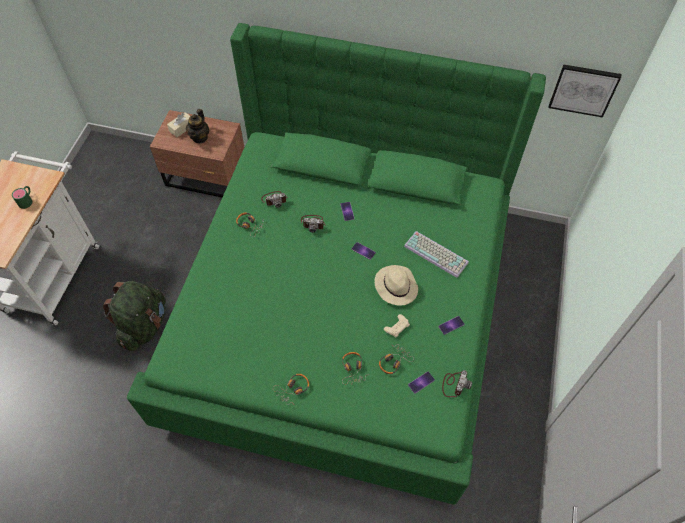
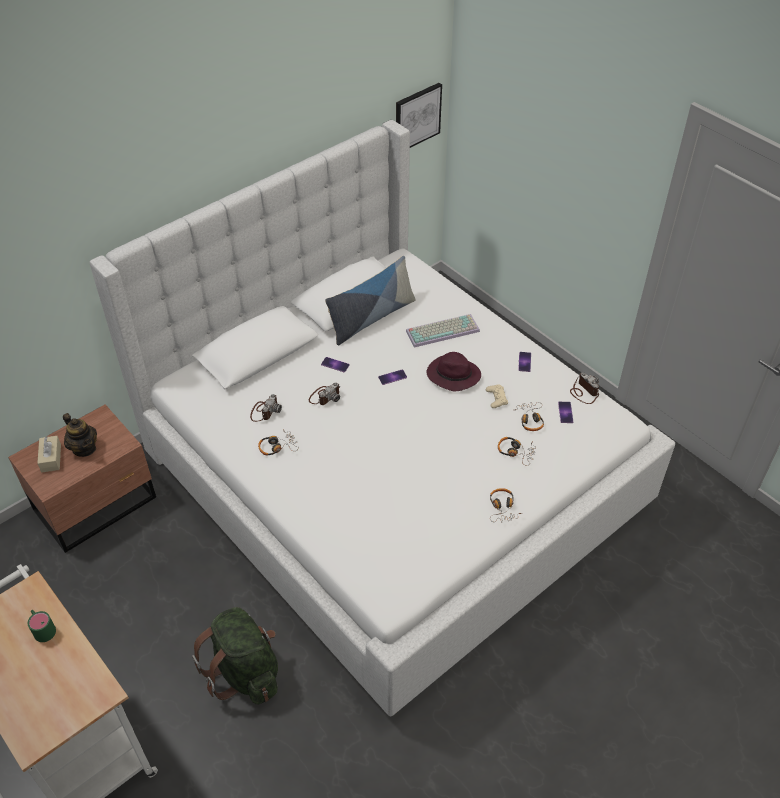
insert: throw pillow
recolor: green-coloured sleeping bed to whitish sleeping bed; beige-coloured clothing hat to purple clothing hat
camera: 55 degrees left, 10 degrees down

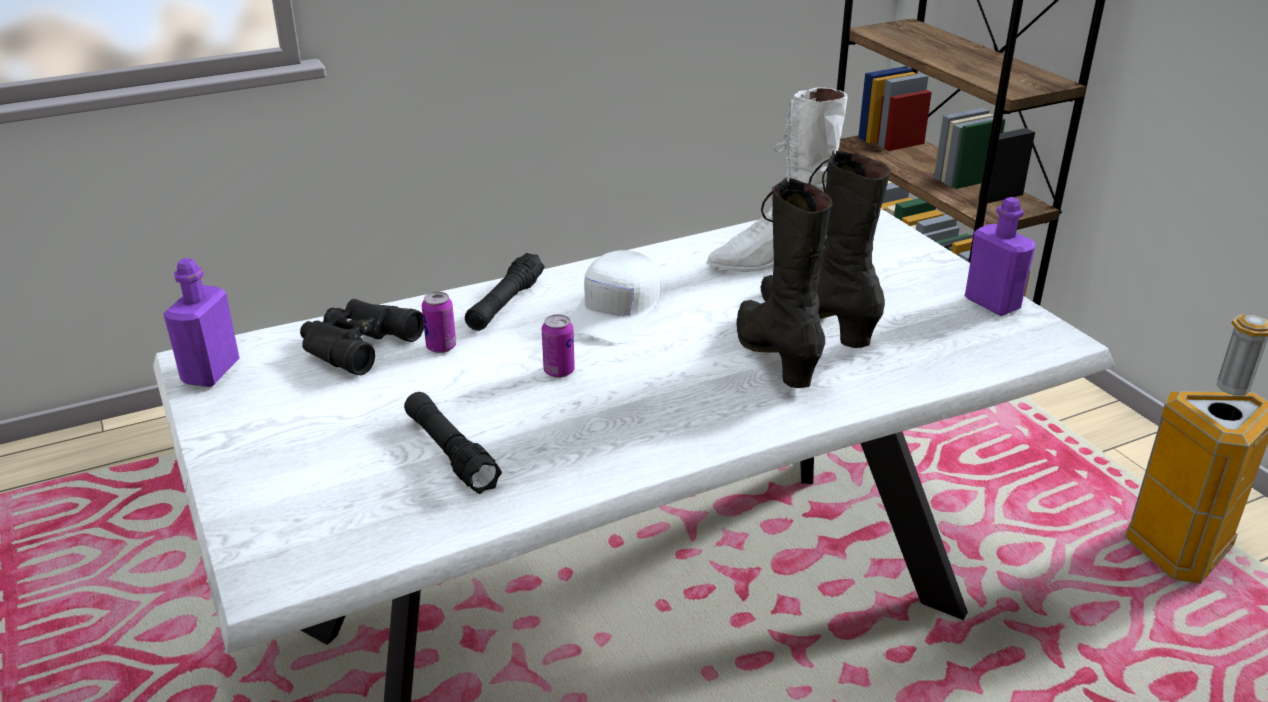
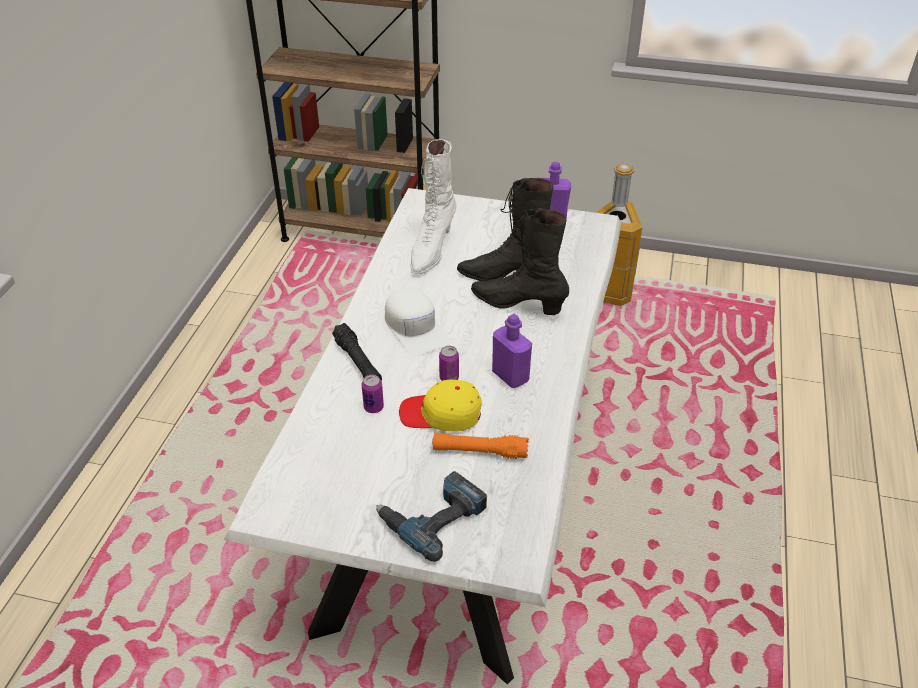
delete: black-coloured binoculars
insert: electric drill; yellow-coloured peaked cap
move: purple drink bottle (1st from left)
recolor: black-coloured flashlight (1st from left) to orangey flashlight
camera: 50 degrees left, 10 degrees up

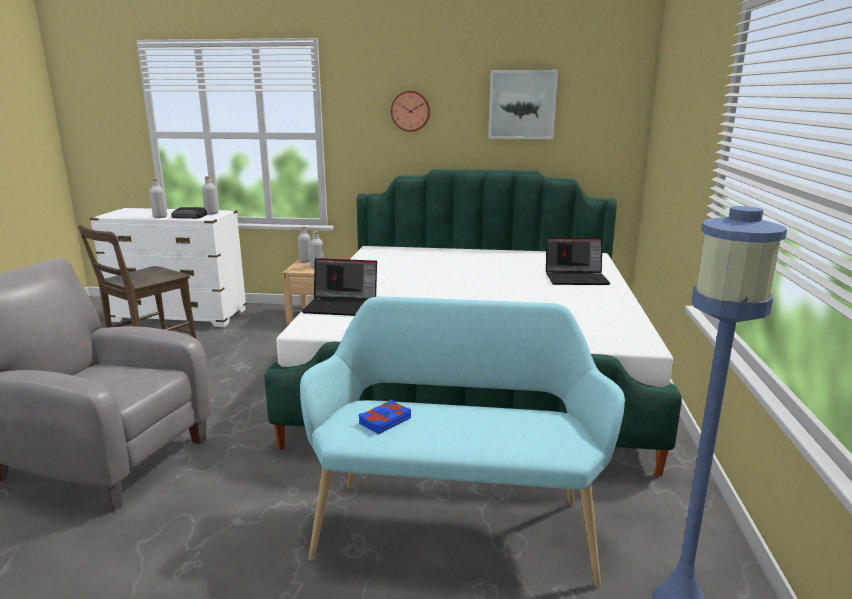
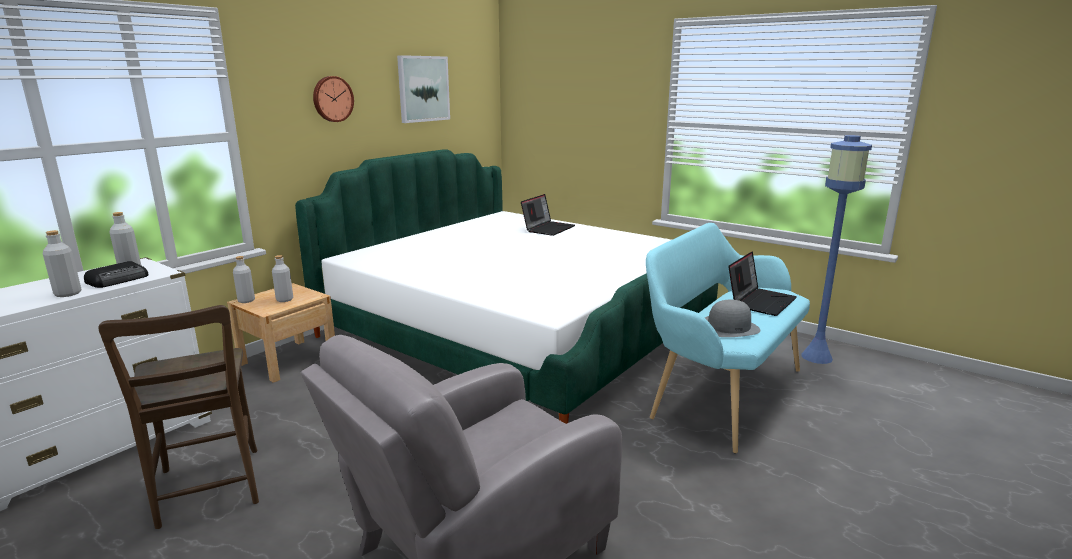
move: notebook computer (1st from left in the first image) to notebook computer (2nd from left)
replace: blue volume to grey clothing hat
camera: 60 degrees left, 0 degrees up

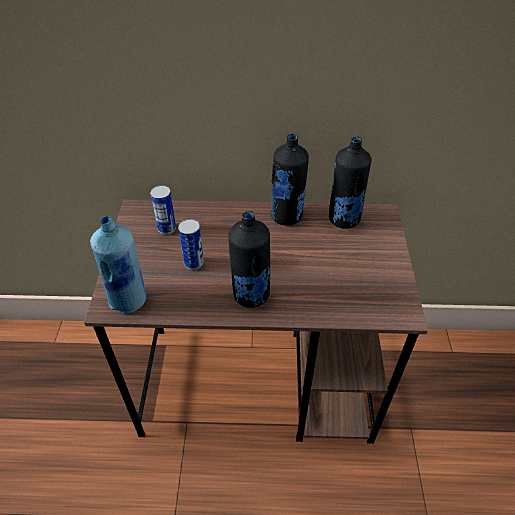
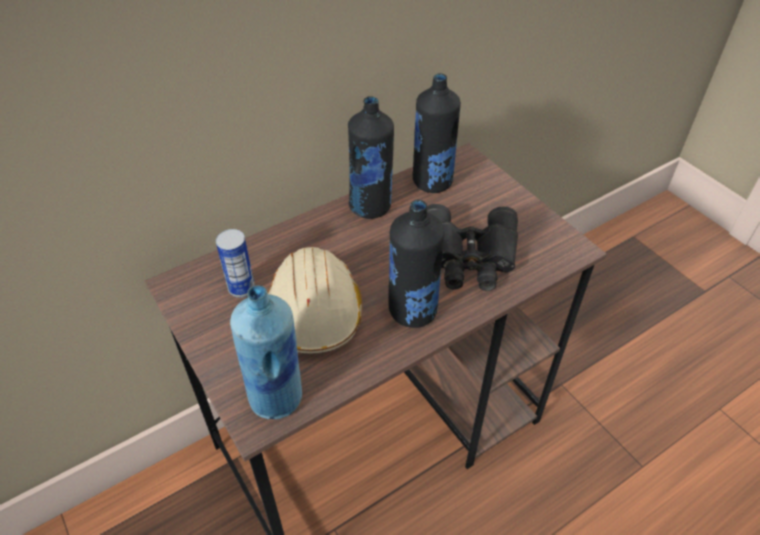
insert: black-coloured binoculars
replace: metal can (2nd from left) to beige-coloured work helmet
camera: 35 degrees left, 0 degrees up

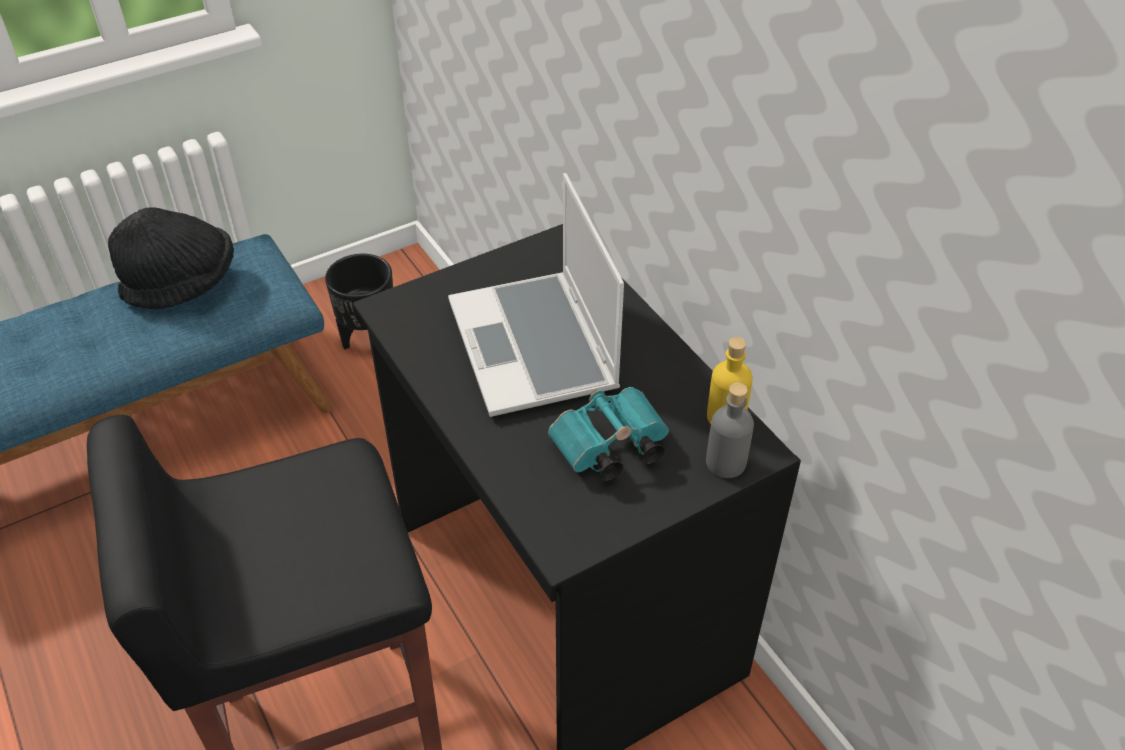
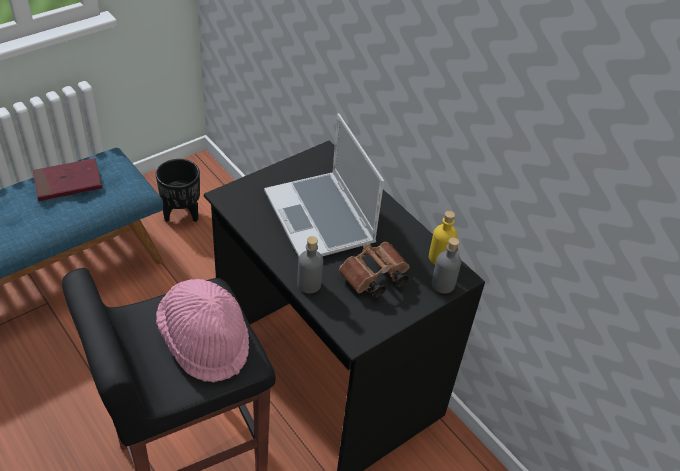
insert: pinkish clothing hat; grey drink bottle (1st from left)
replace: black-coloured clothing hat to red-coloured volume
recolor: blue-green binoculars to brown binoculars
camera: 10 degrees left, 0 degrees up

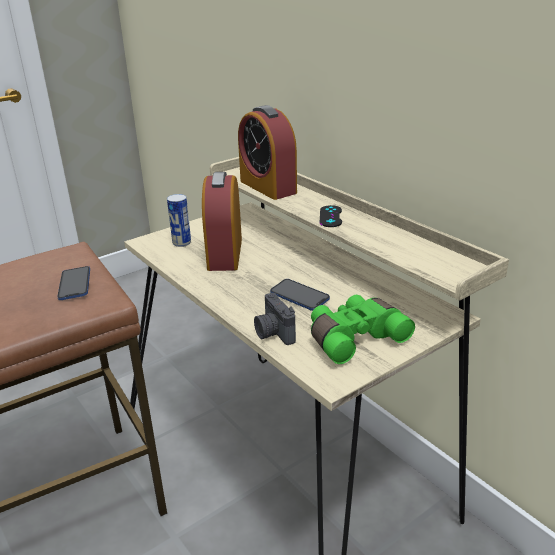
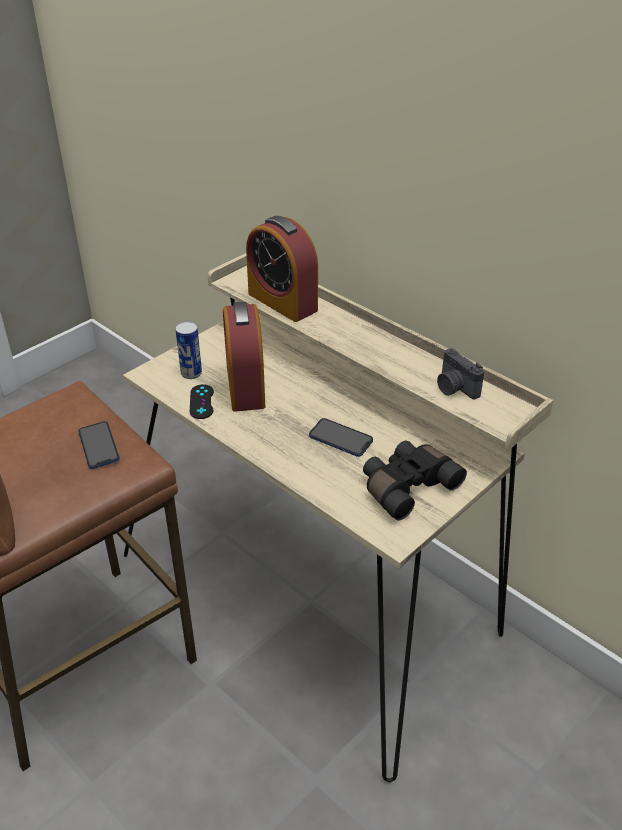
move: black-coloured joypad; still camera
recolor: green-coloured binoculars to black-coloured binoculars
camera: 10 degrees left, 10 degrees up

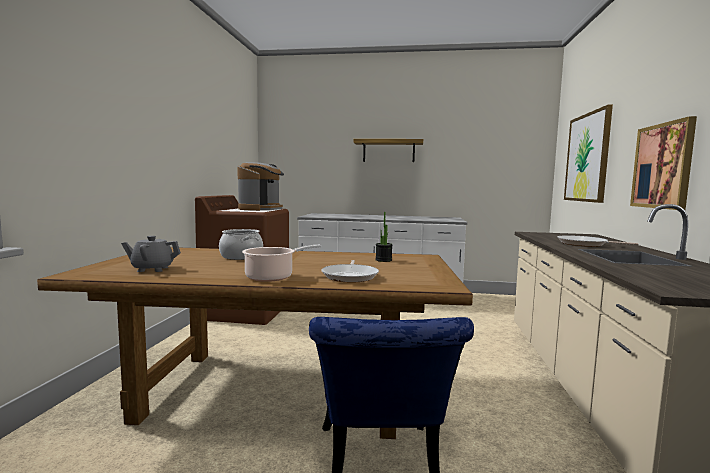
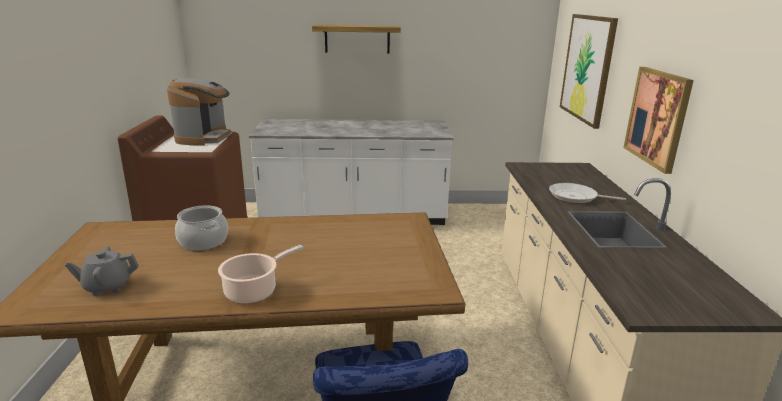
delete: skillet (1st from left); potted plant
camera: 10 degrees left, 15 degrees up

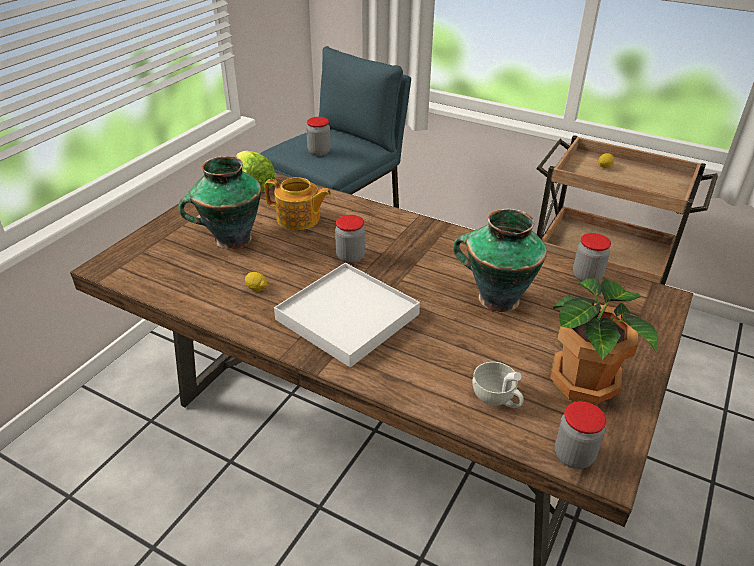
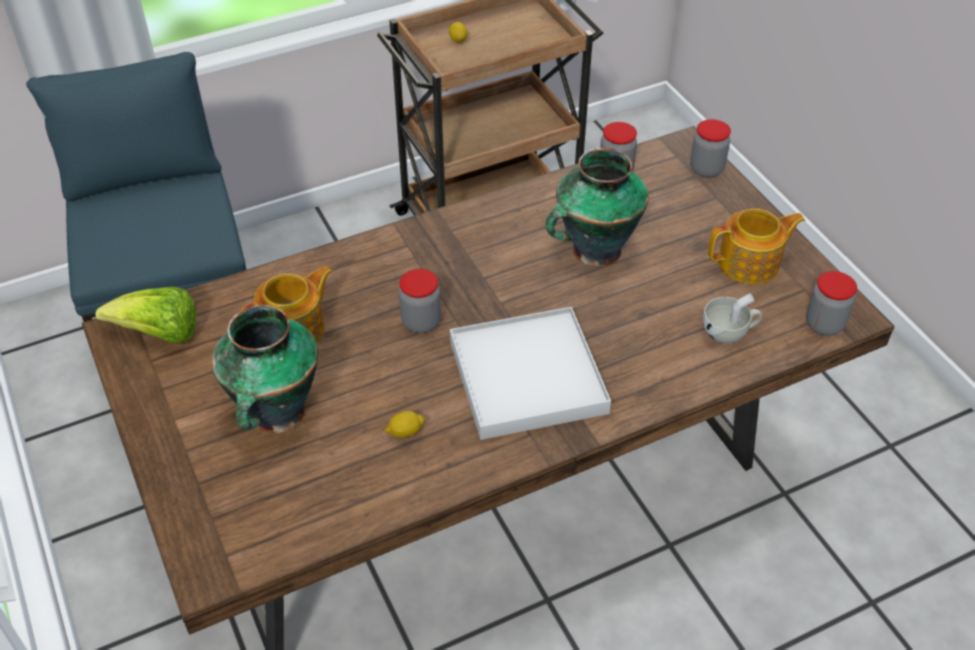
move: storage jar (1st from left in the first image) to storage jar (3rd from left)
replace: potted plant to pot for tea (2nd from left)
camera: 55 degrees left, 10 degrees up

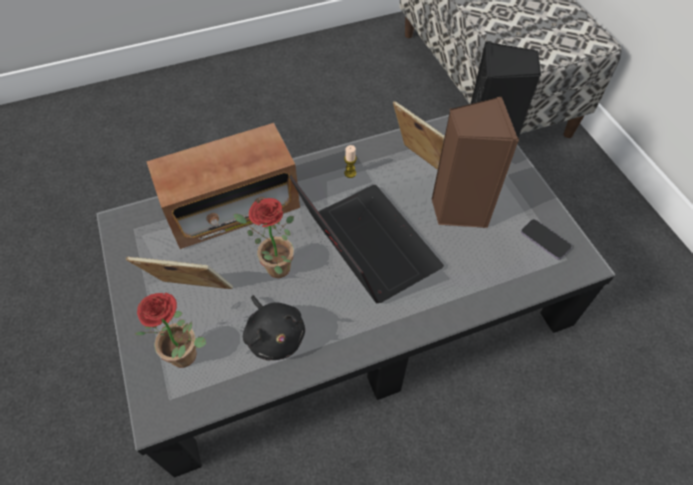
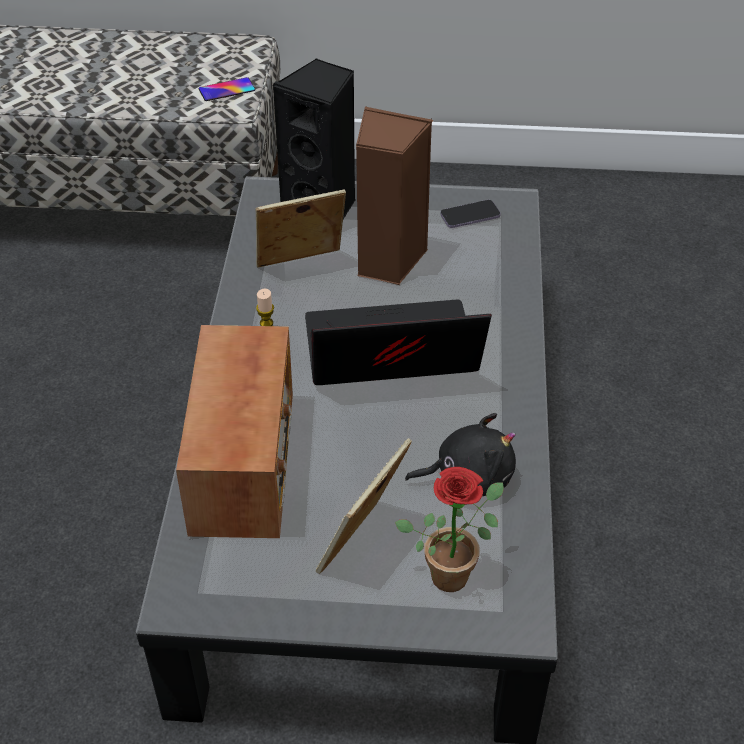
delete: potted plant (2nd from left)
insert: telephone (1st from left)
camera: 65 degrees left, 10 degrees down

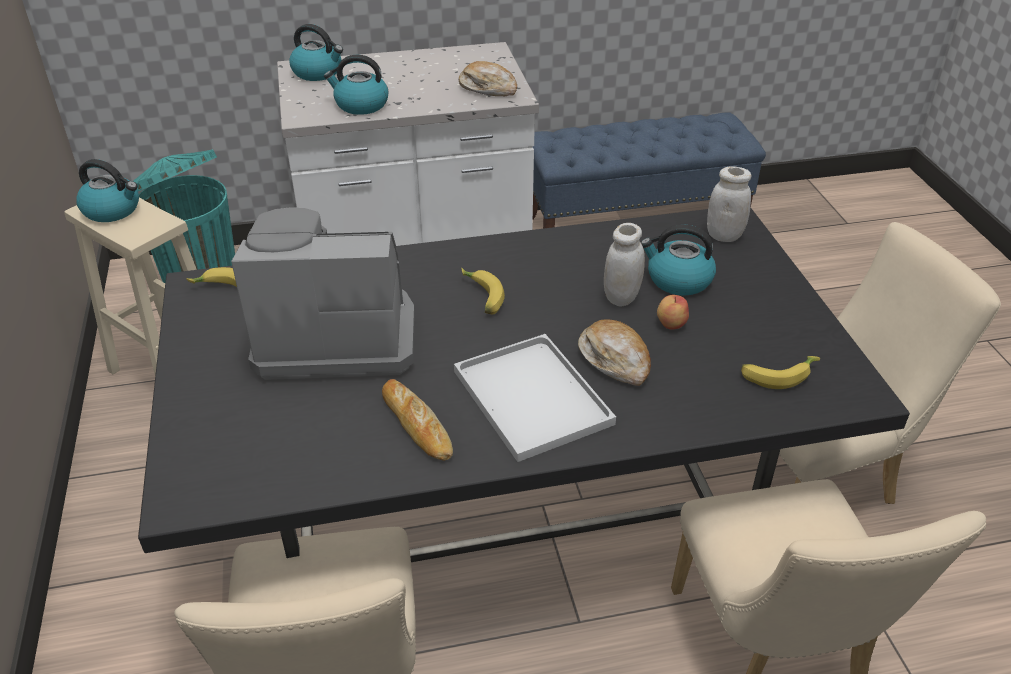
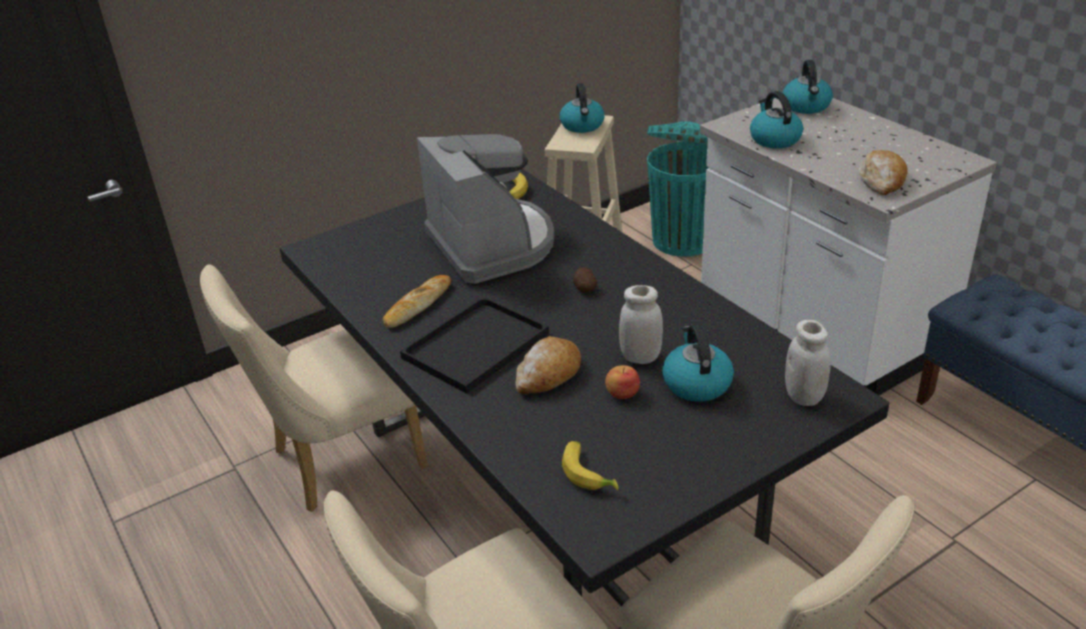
replace: banana fruit (2nd from left) to spud
recolor: whitish serving tray to black-coloured serving tray
camera: 70 degrees right, 5 degrees down

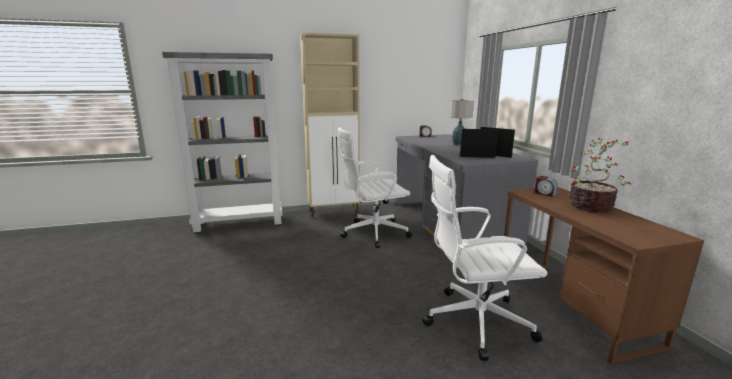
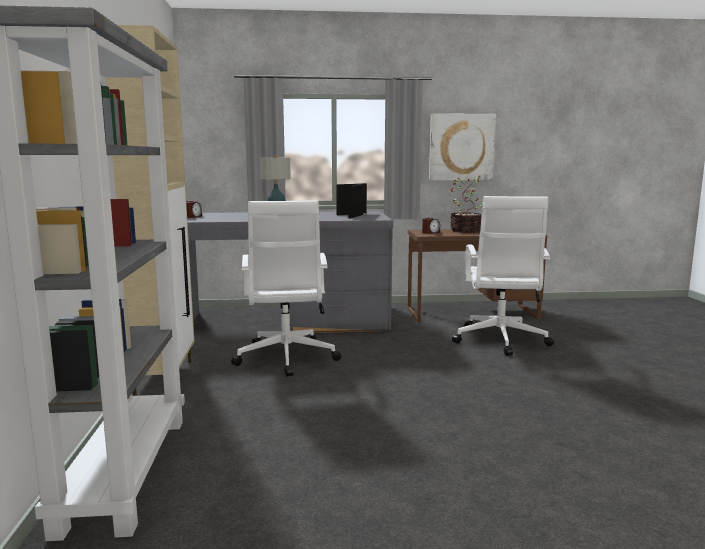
insert: wall picture
camera: 80 degrees left, 5 degrees down

